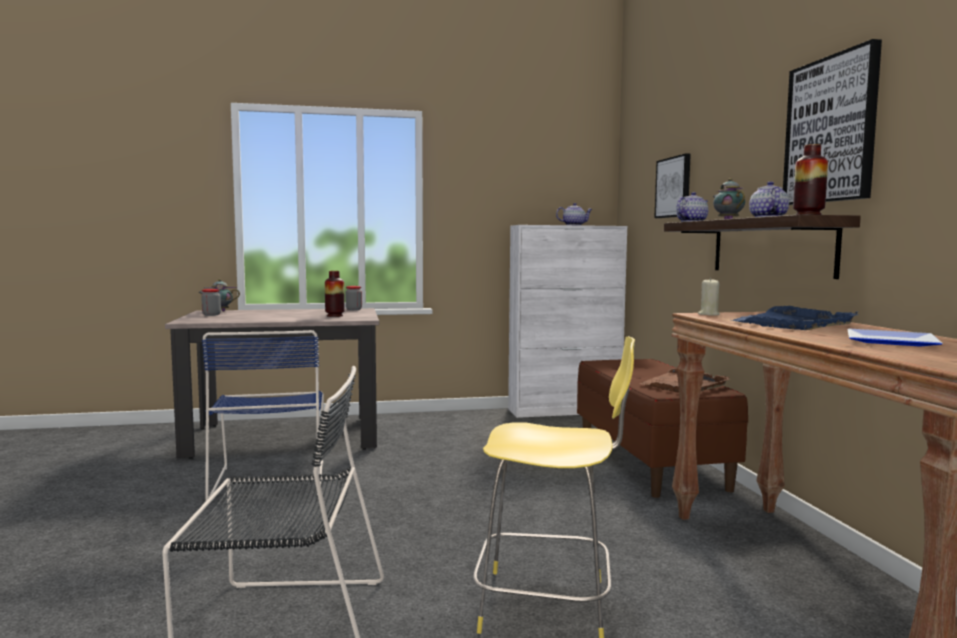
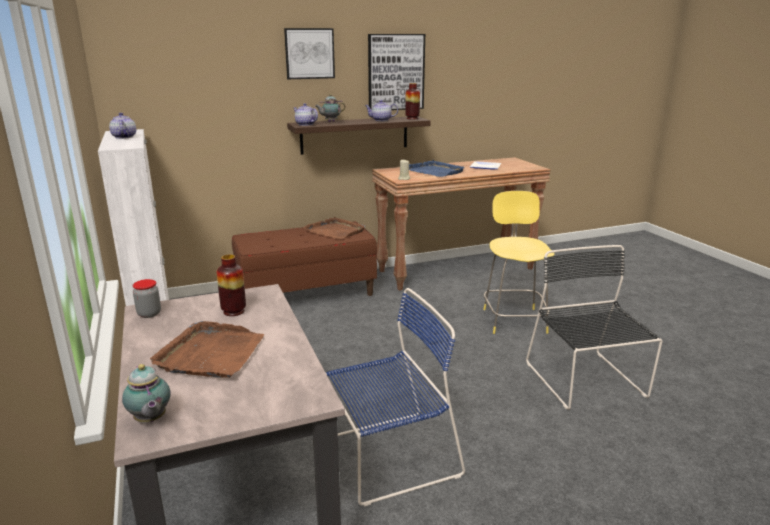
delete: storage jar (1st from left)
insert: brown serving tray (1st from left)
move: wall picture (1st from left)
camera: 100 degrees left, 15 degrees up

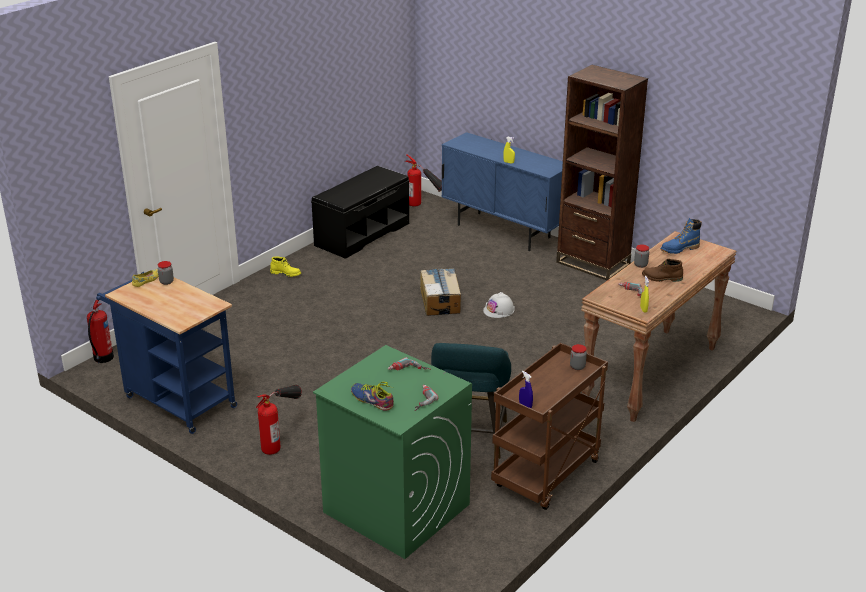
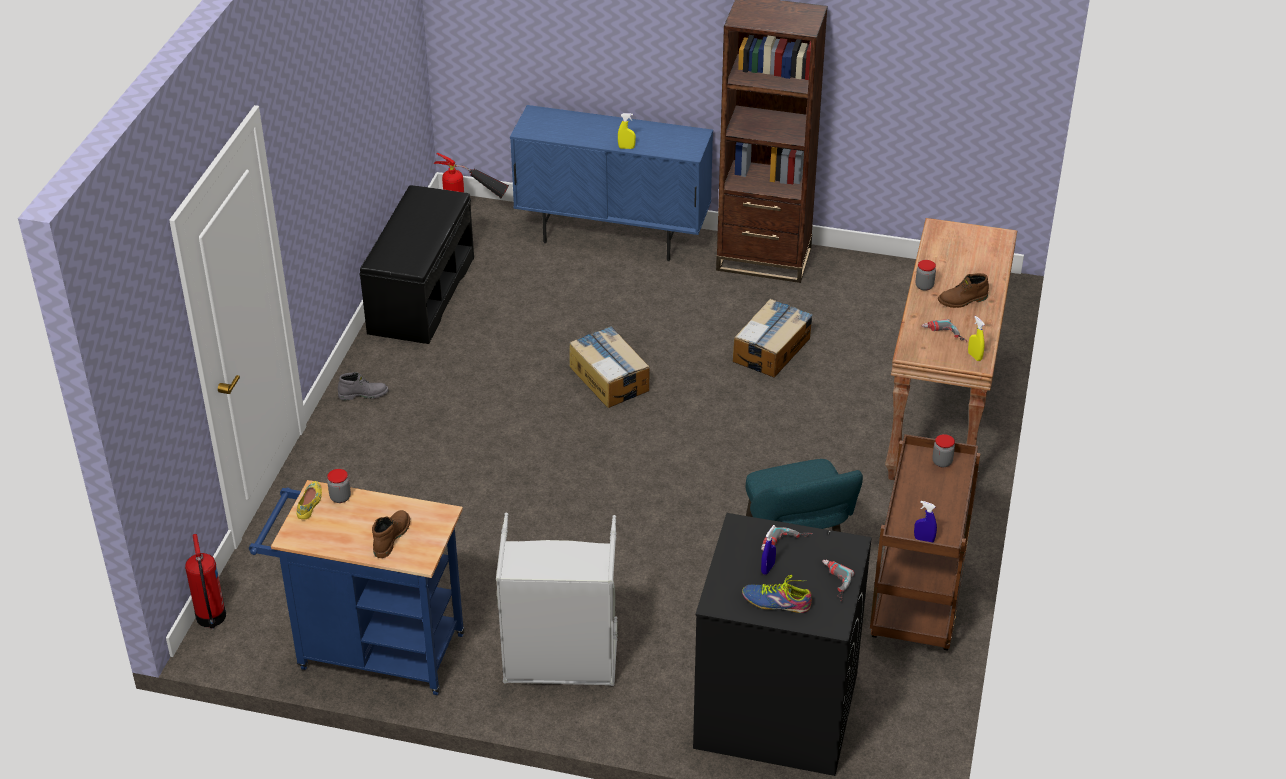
delete: whitish work helmet; blue boot
insert: brown boot (1st from left); packing box (2nd from left); blue sprayer (1st from left)
replace: extinguisher (2nd from left) to grey hamper
recolor: yellow-coloured boot to grey boot; green-coloured laundry appliance to black-coloured laundry appliance
camera: 25 degrees left, 10 degrees up

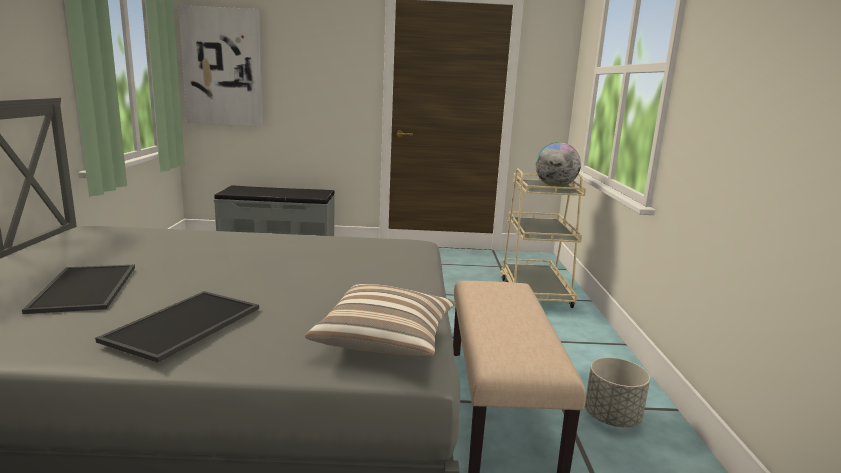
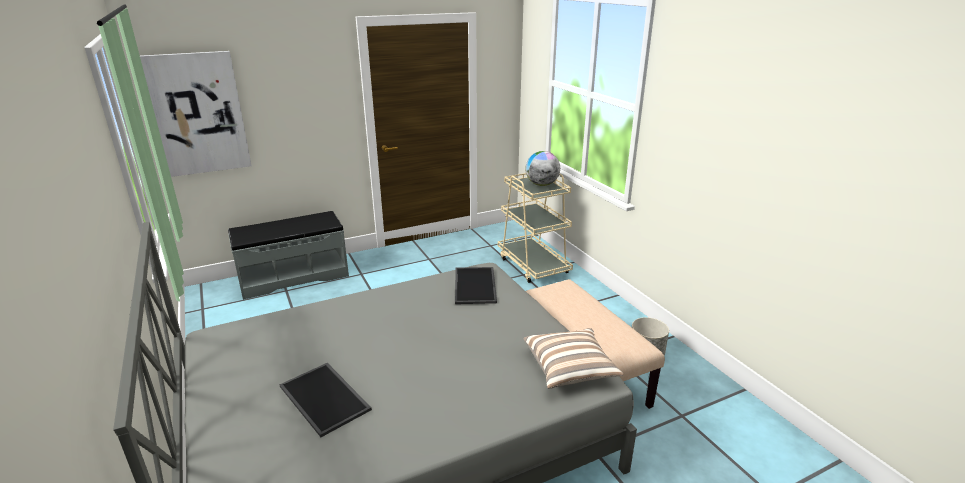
move: serving tray (2nd from left)
camera: 25 degrees left, 10 degrees up

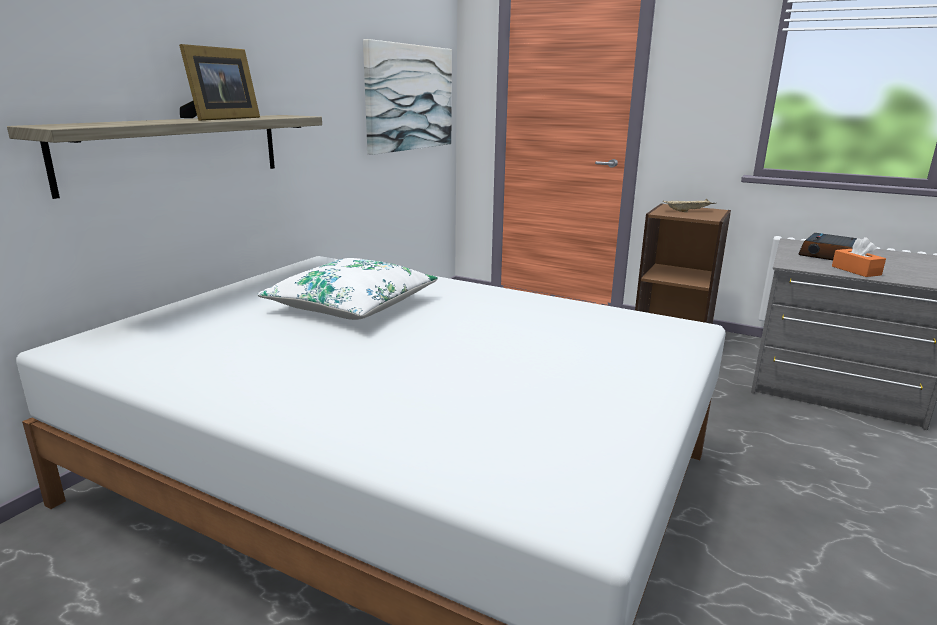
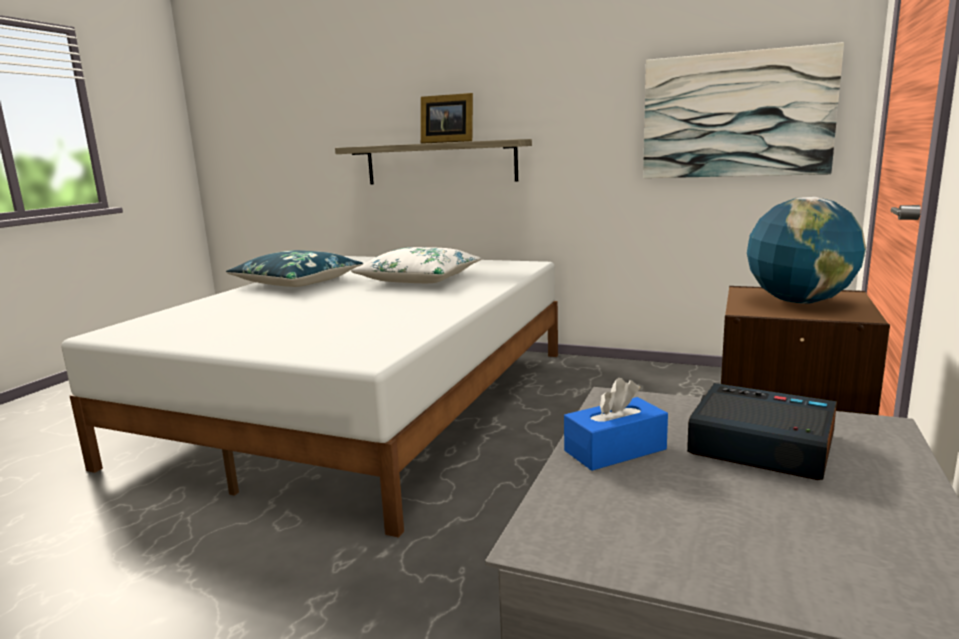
insert: blue throw pillow
replace: beige-coloured serving tray to desk globe
recolor: orangey box of tissues to blue box of tissues
camera: 85 degrees right, 5 degrees down

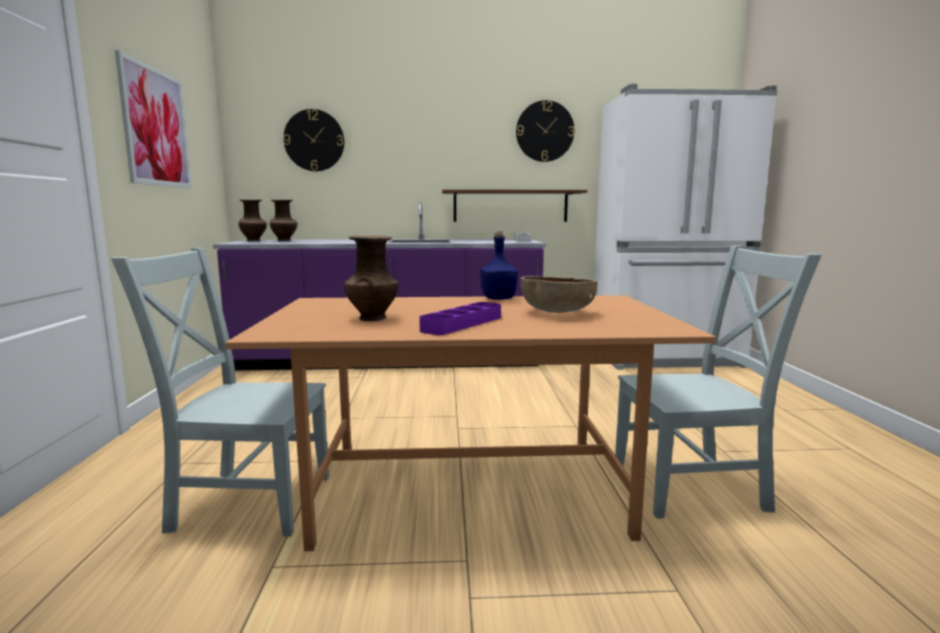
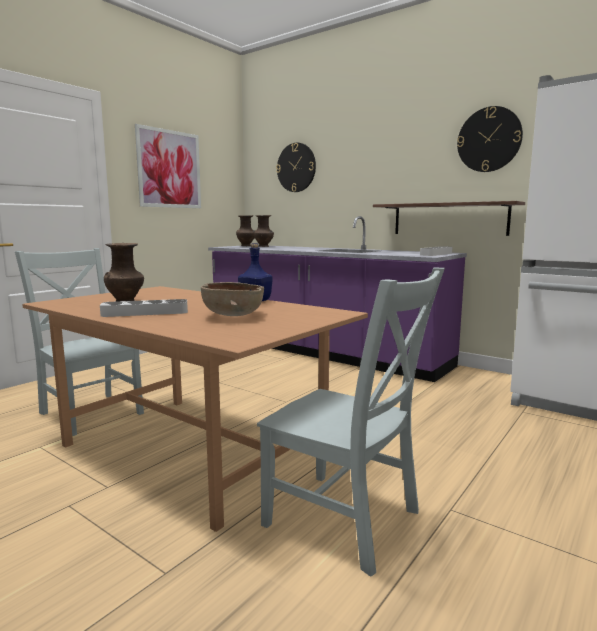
recolor: purple serving tray to grey serving tray (1st from left)
camera: 40 degrees right, 0 degrees up

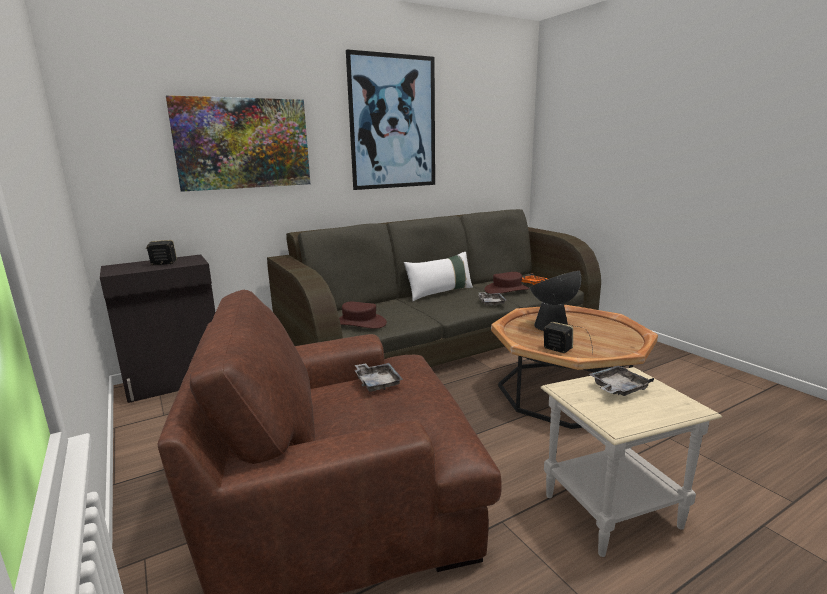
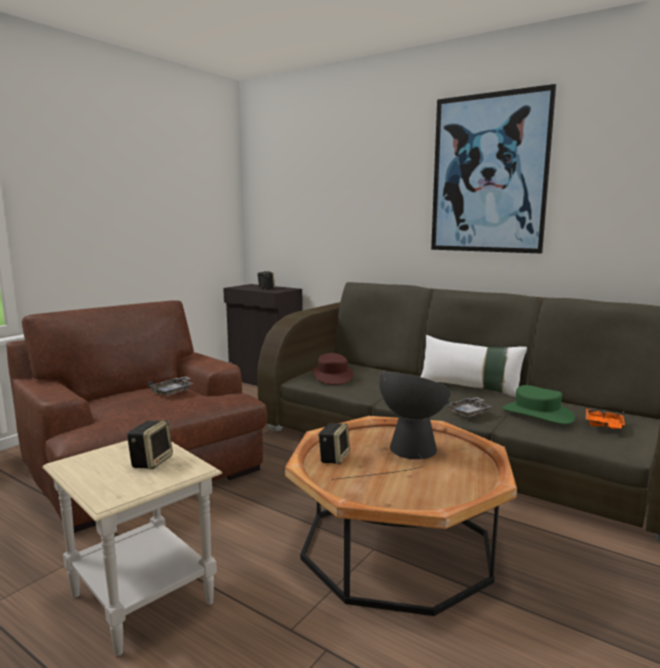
delete: wall picture (1st from left)
replace: grey serving tray (3rd from left) to loudspeaker (1st from left)
recolor: brown clothing hat (2nd from left) to green-coloured clothing hat
camera: 65 degrees right, 5 degrees down

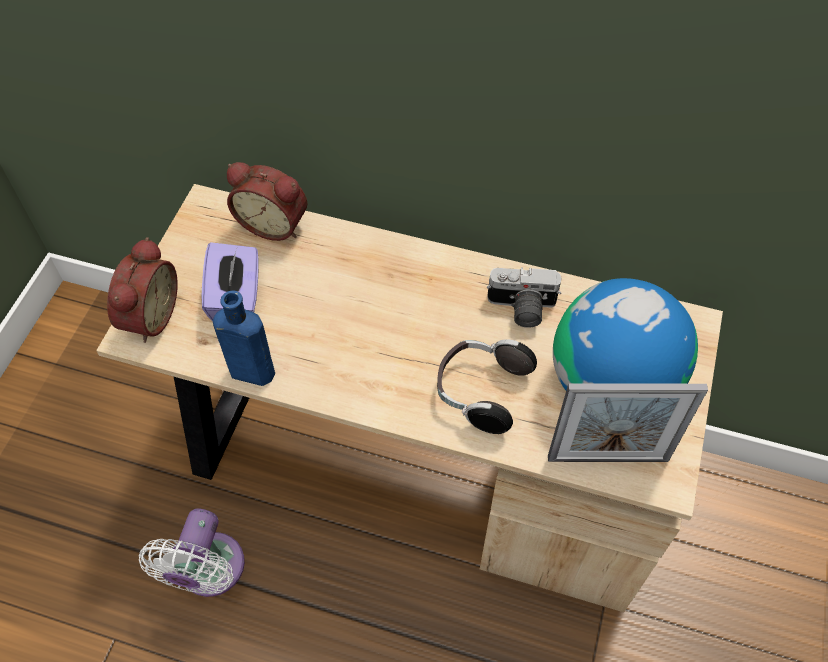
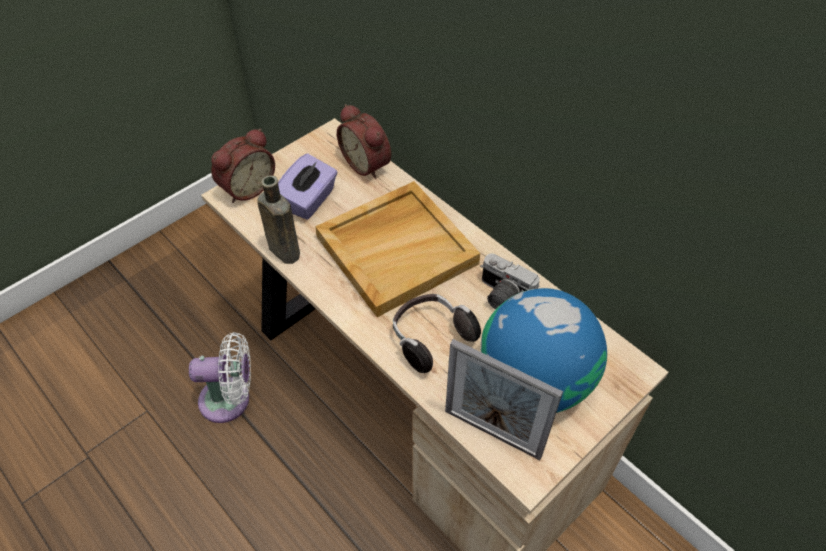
insert: beige-coloured serving tray
recolor: blue drink bottle to brown drink bottle
rotate: whitish cooling fan 135 degrees counterclockwise
camera: 30 degrees right, 5 degrees down

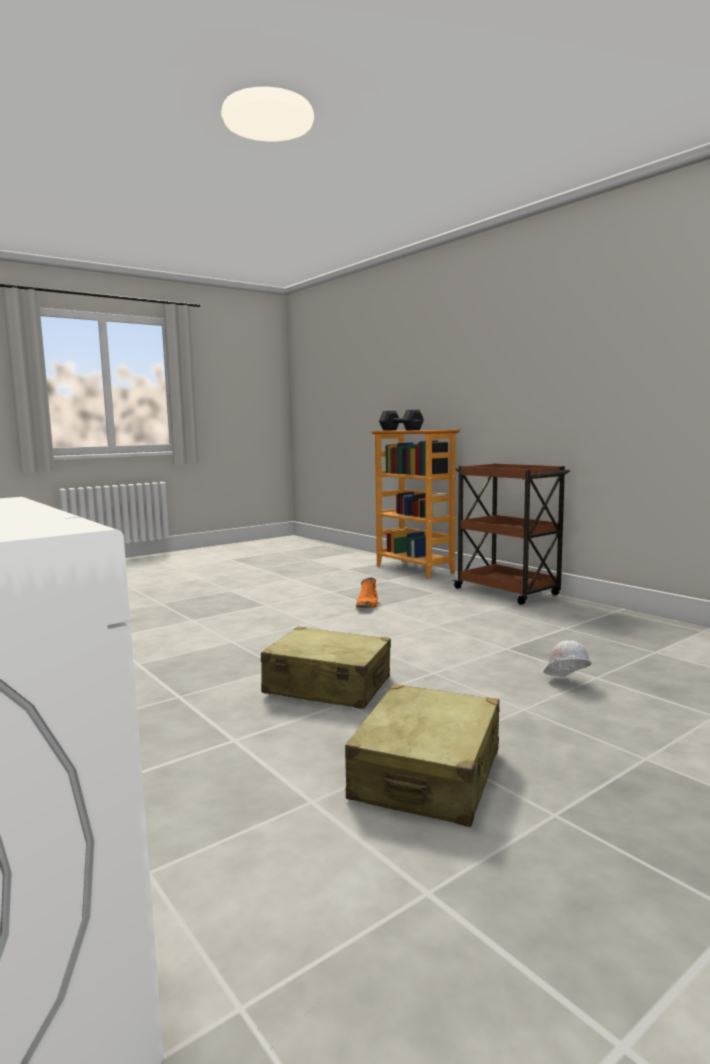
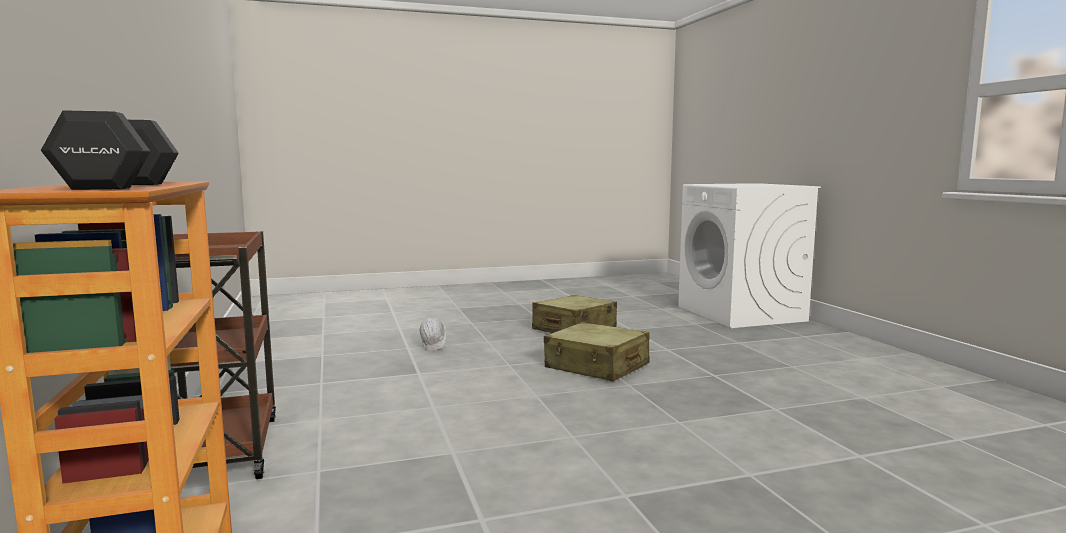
delete: orangey boot
camera: 160 degrees left, 0 degrees up

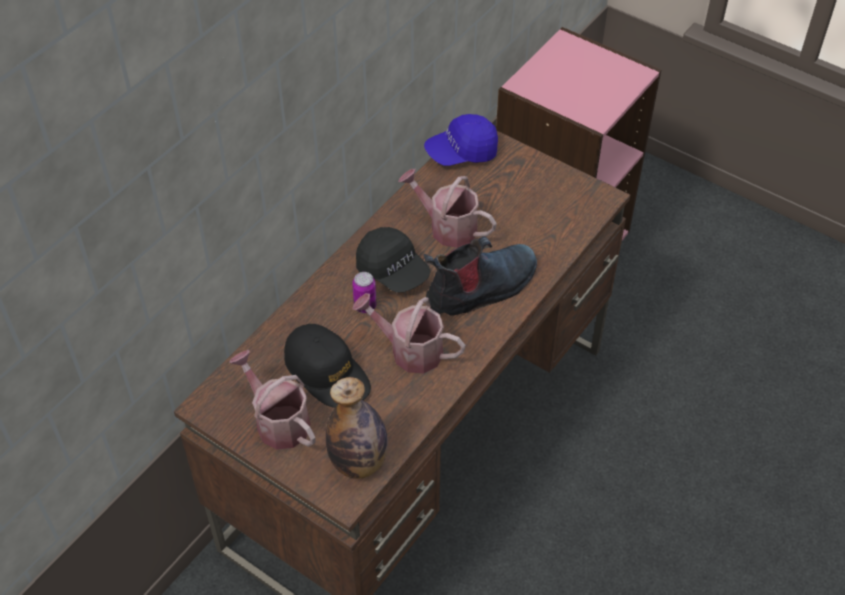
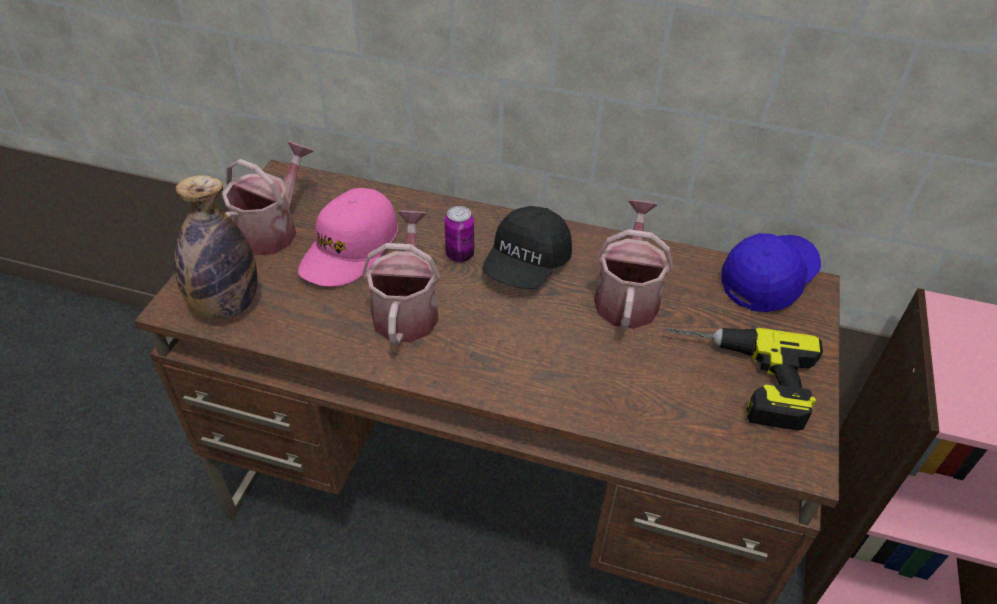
delete: boot
insert: electric drill
recolor: black-coloured peaked cap (1st from left) to pinkish peaked cap
rotate: blue peaked cap 90 degrees clockwise
camera: 70 degrees right, 5 degrees down

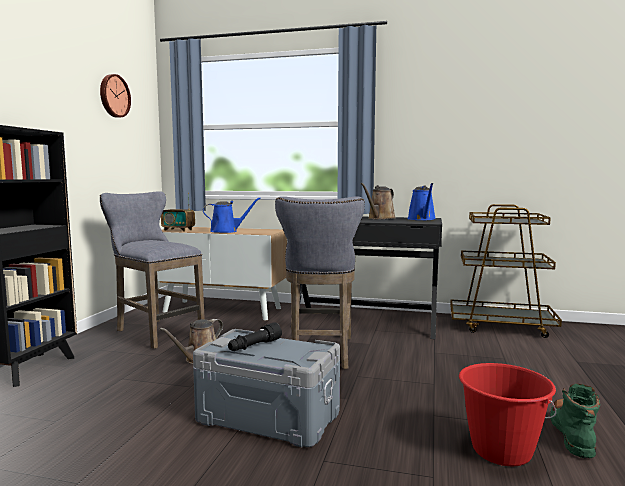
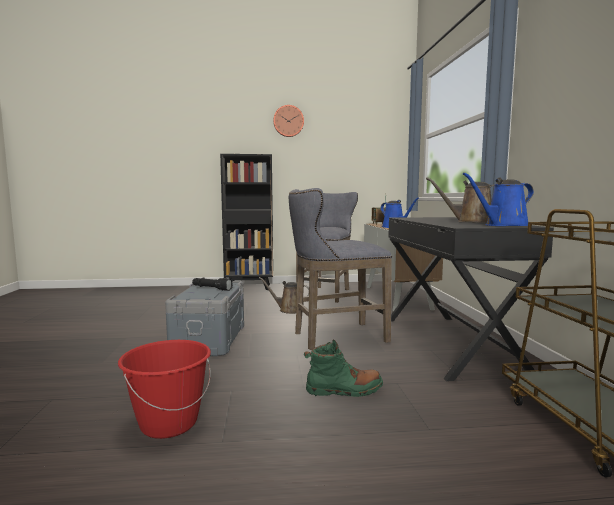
move: clock on the wall; green-coloured boot
camera: 70 degrees right, 0 degrees up

